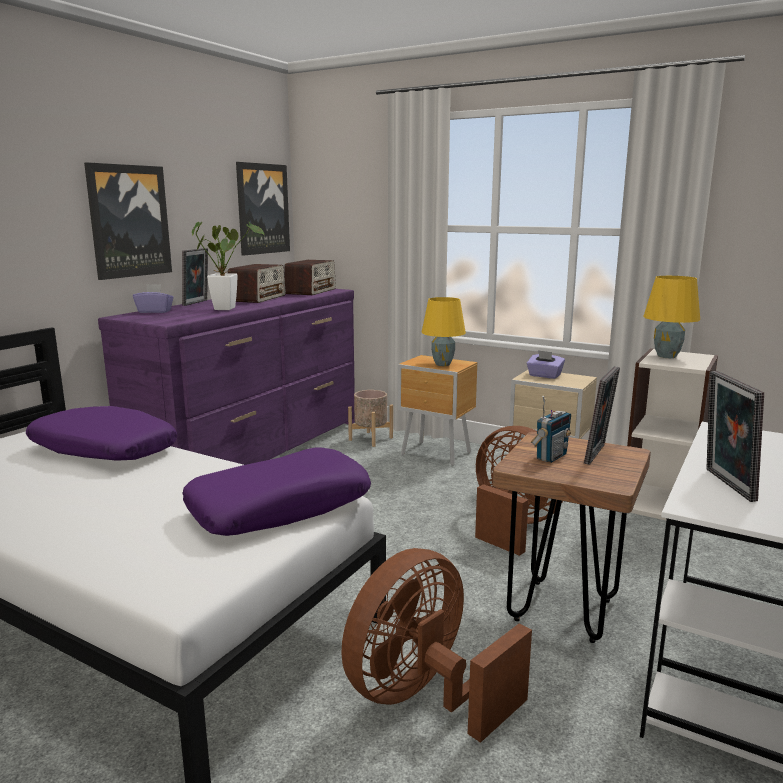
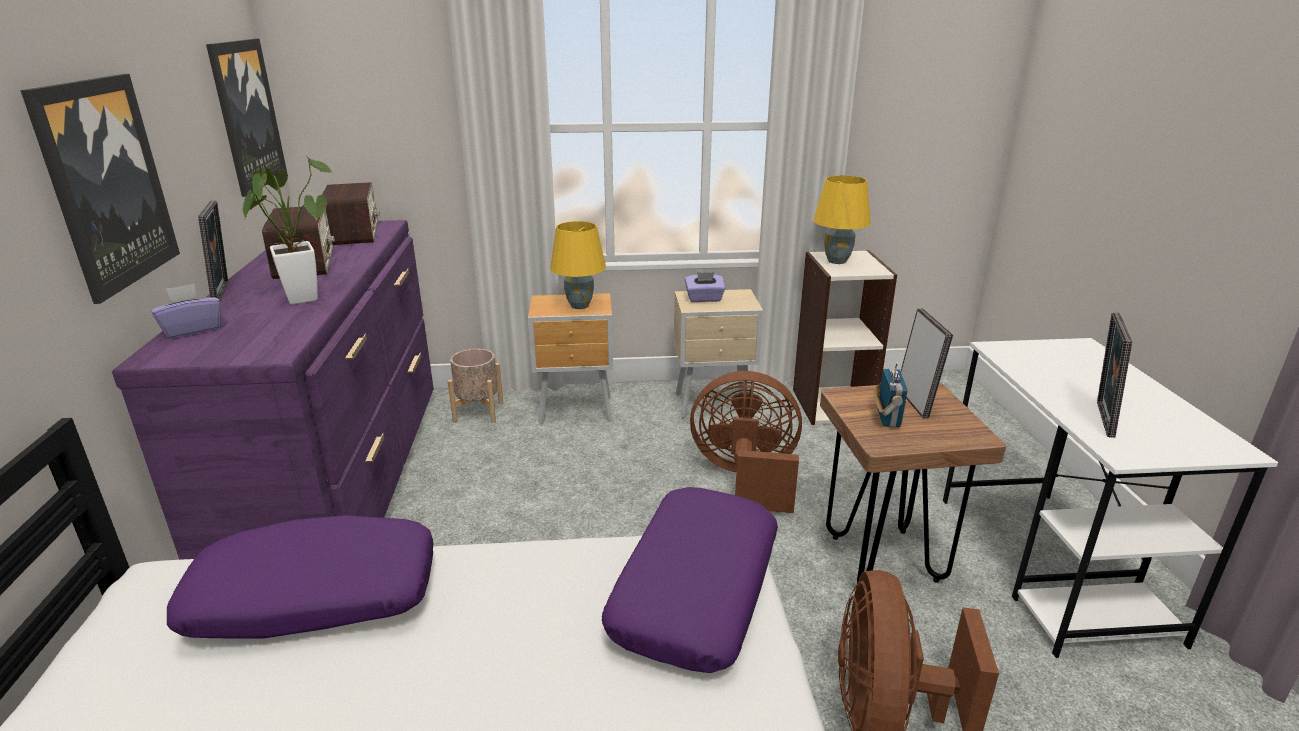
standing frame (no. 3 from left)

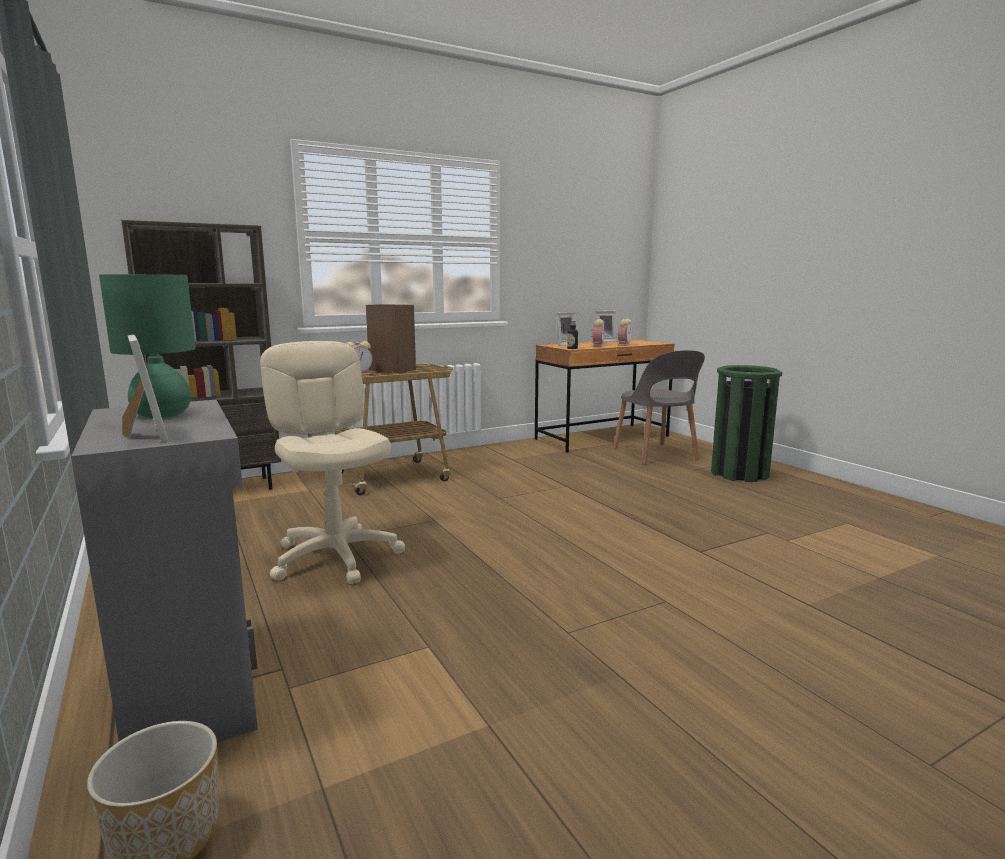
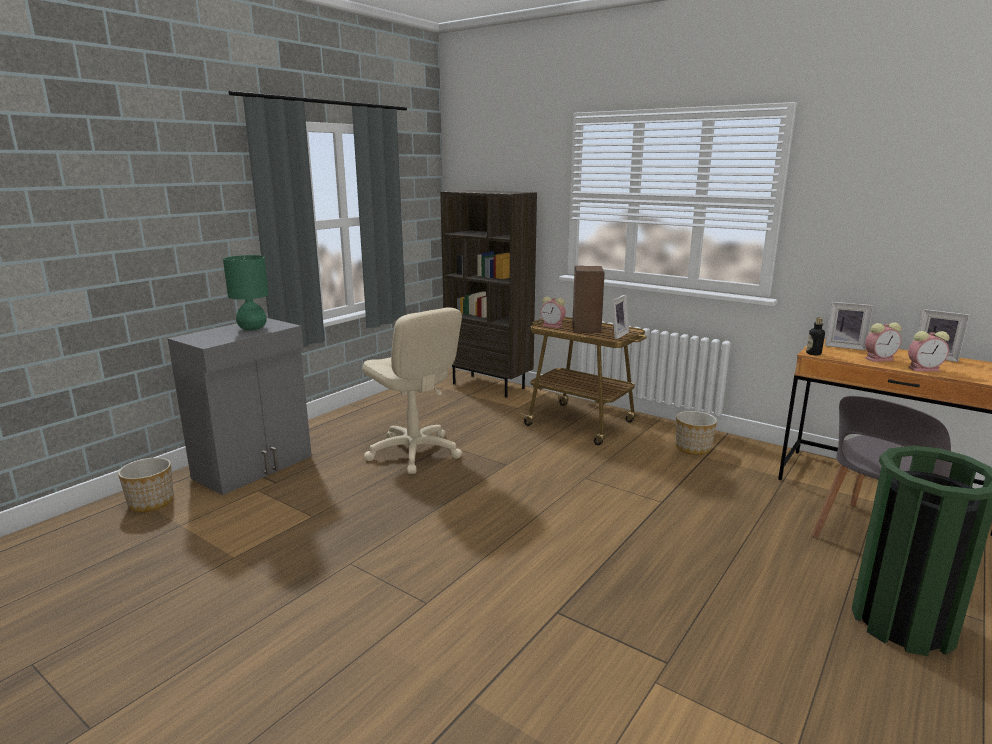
standing frame (no. 1 from left)
beige-coloured desk chair
flower pot (no. 2 from left)

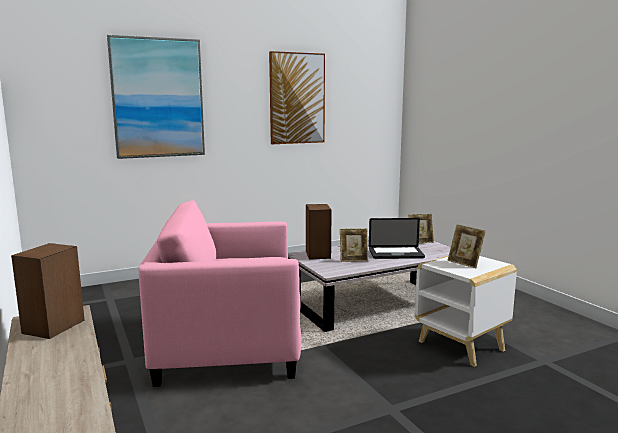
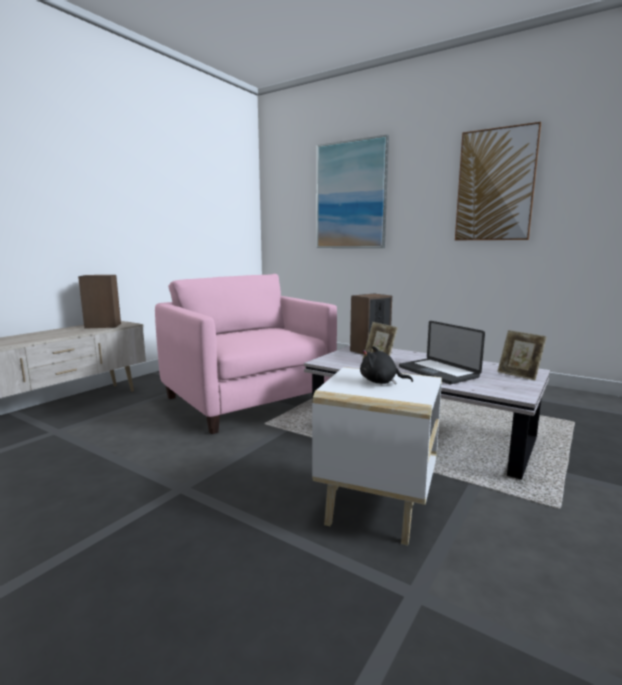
black-coloured plush toy

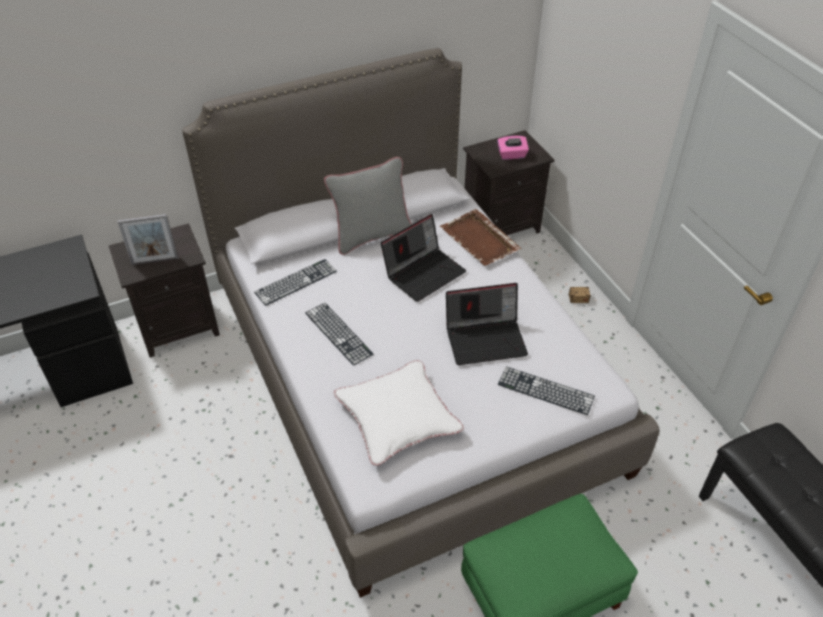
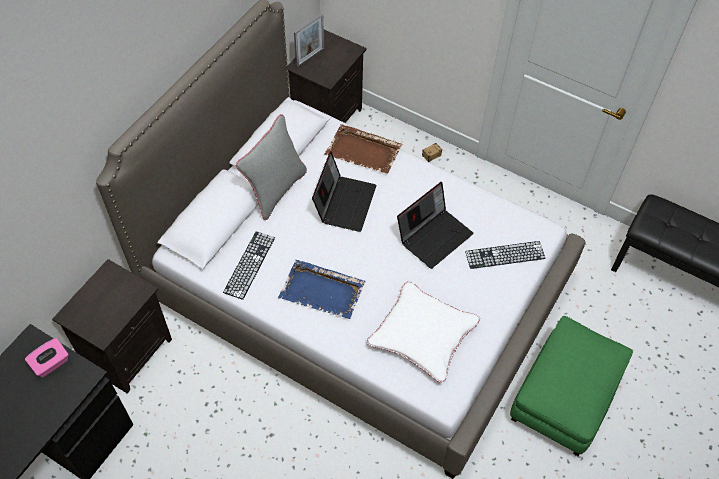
standing frame
blue tray
pink-coloured tissue box

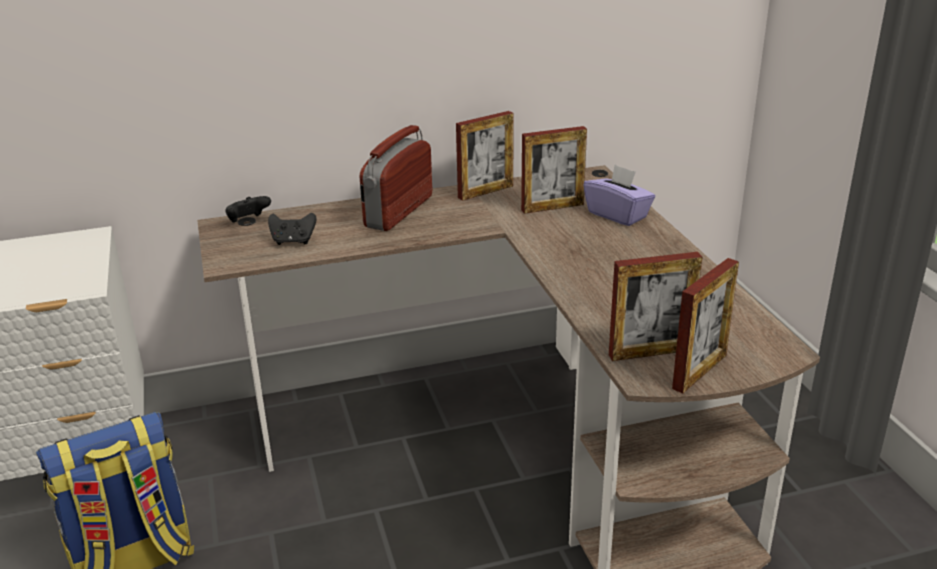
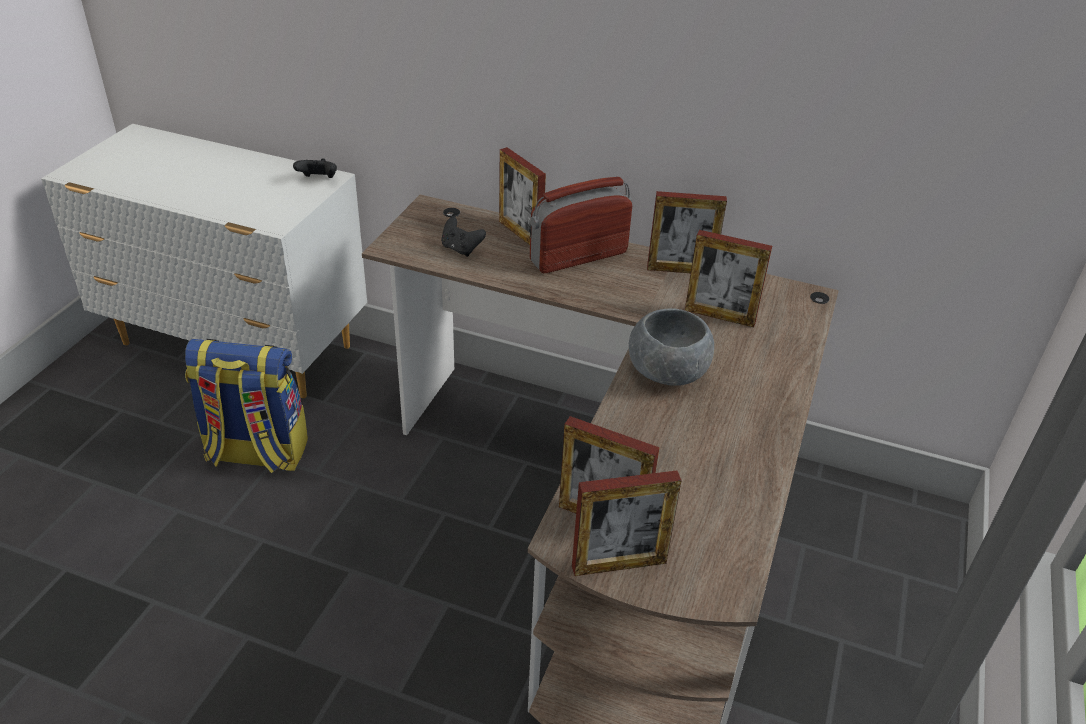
black-coloured joypad (no. 1 from left)
purple-coloured tissue box
standing frame (no. 1 from left)
gray serving bowl

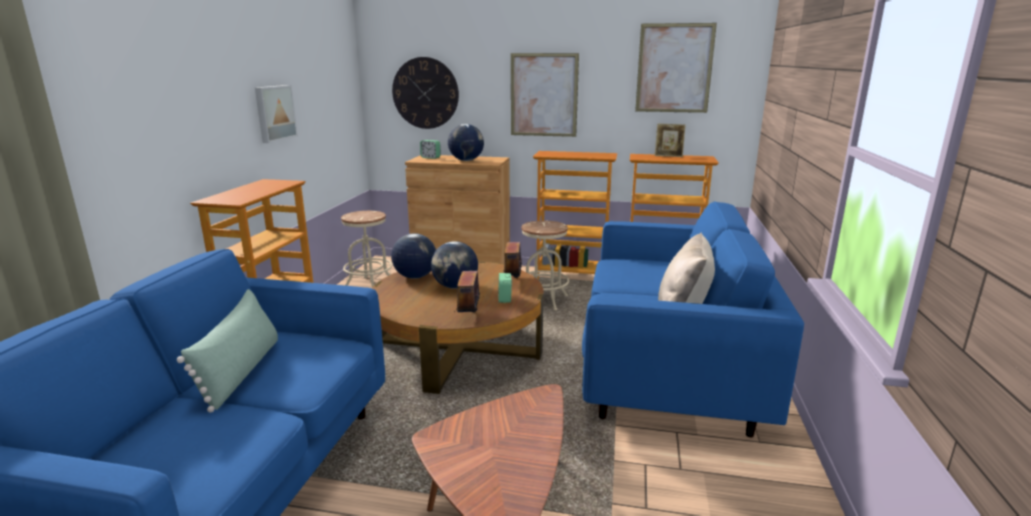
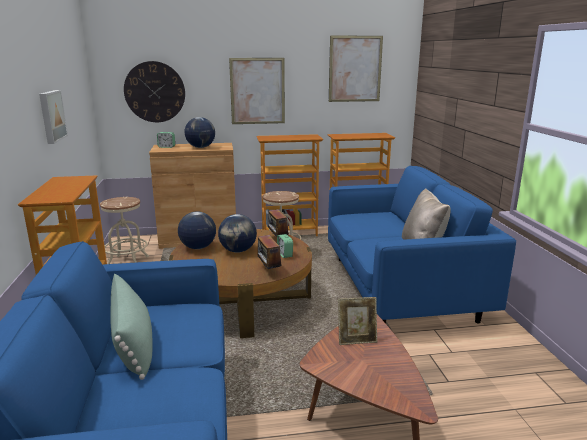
standing frame

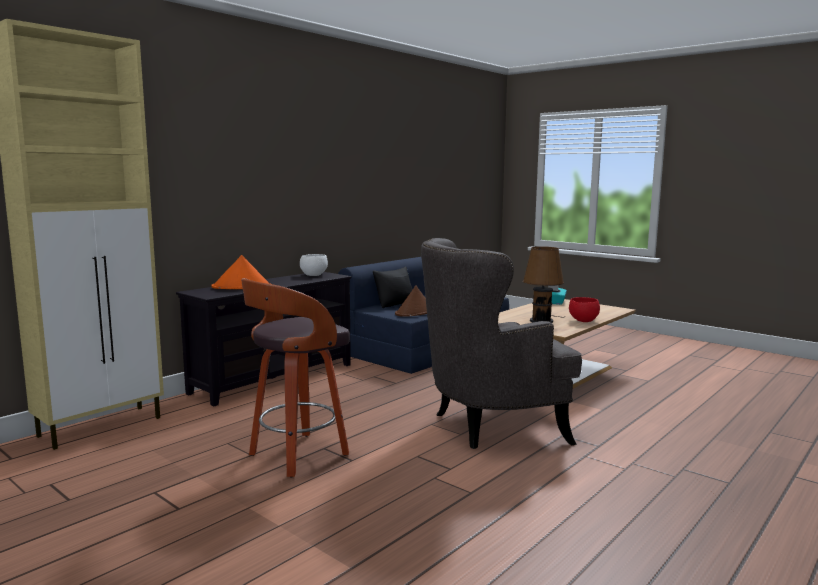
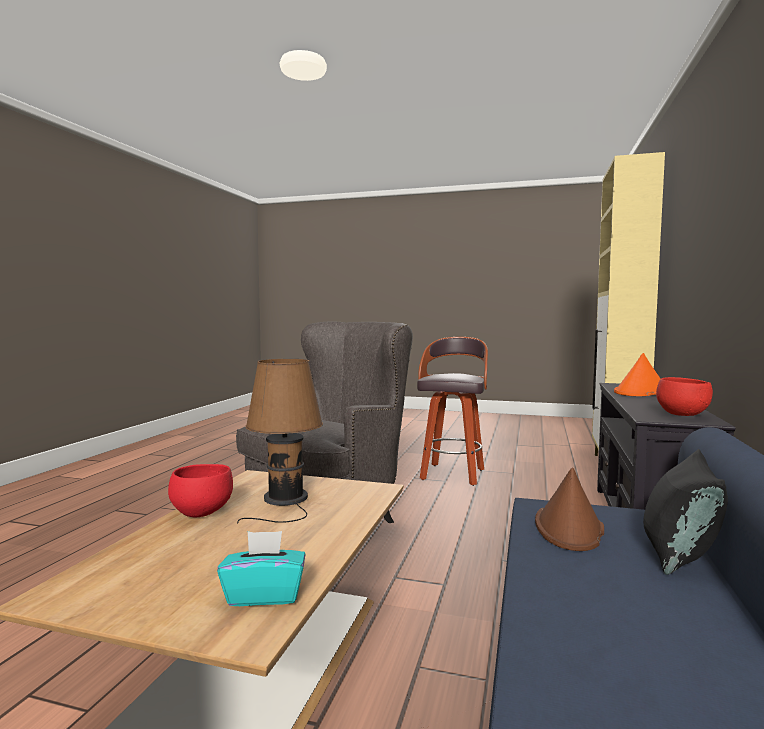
red-coloured serving bowl (no. 2 from left)

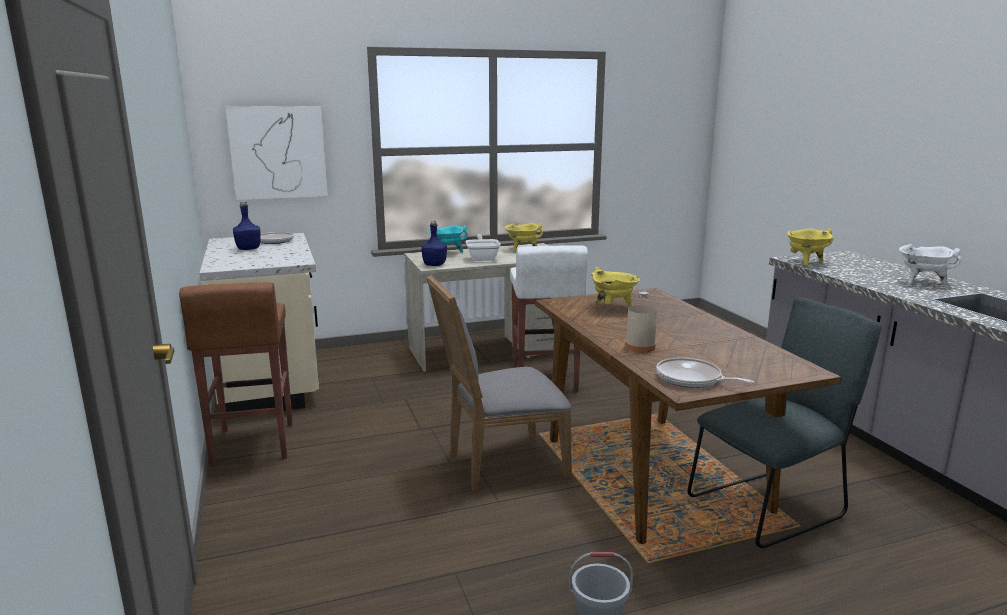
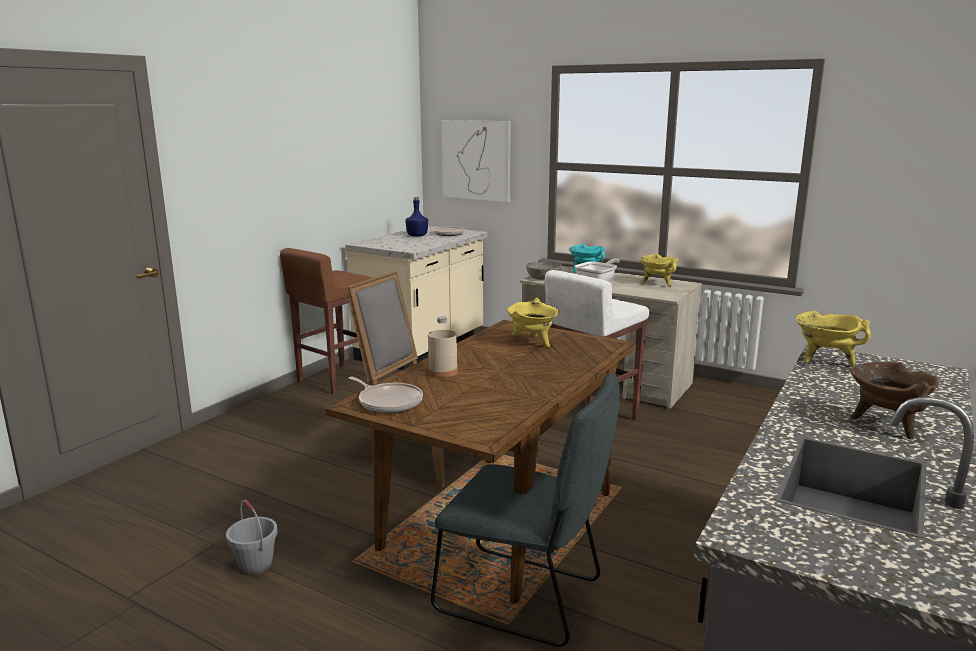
gray serving bowl
pan (no. 1 from left)
brown-coloured saucepot

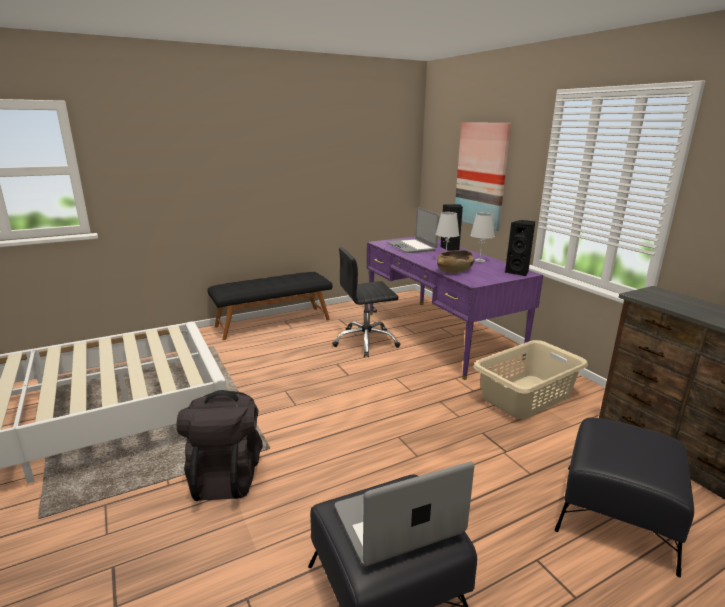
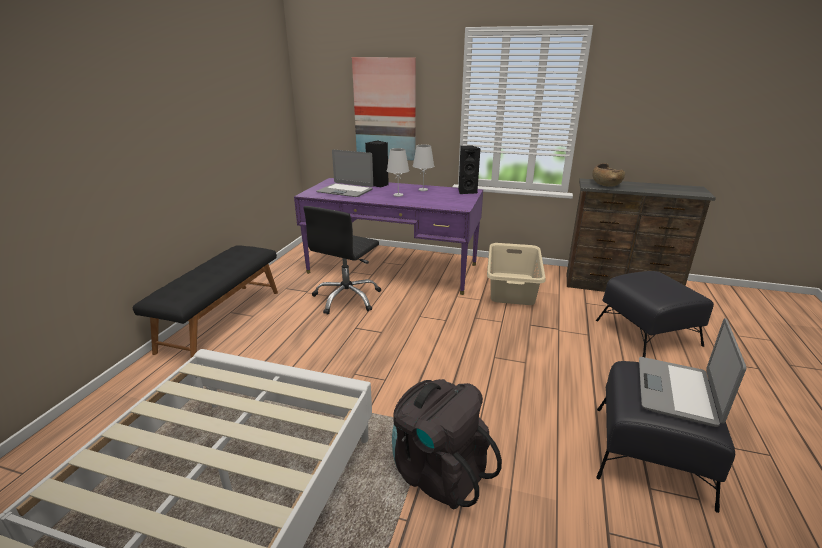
brown-coloured serving bowl

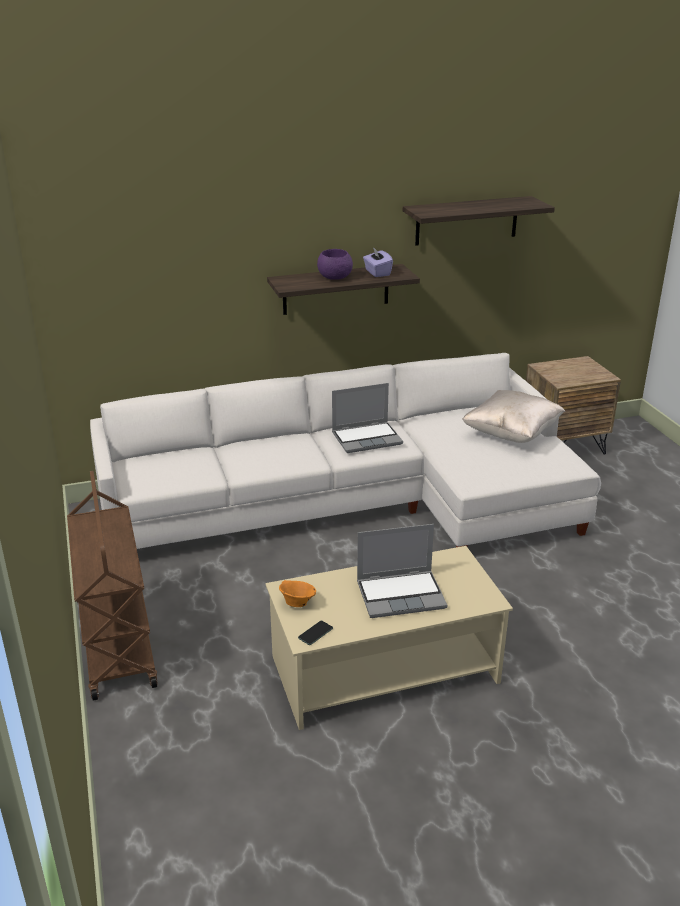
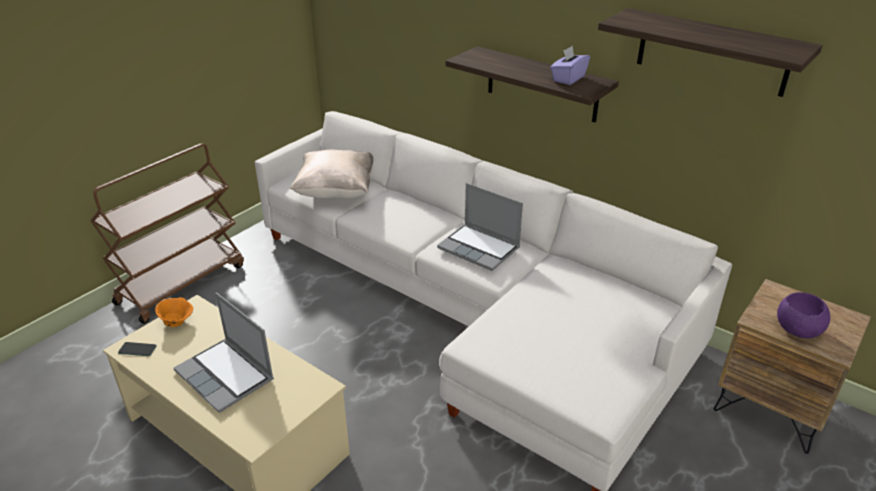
purple-coloured serving bowl
beige-coloured cushion

